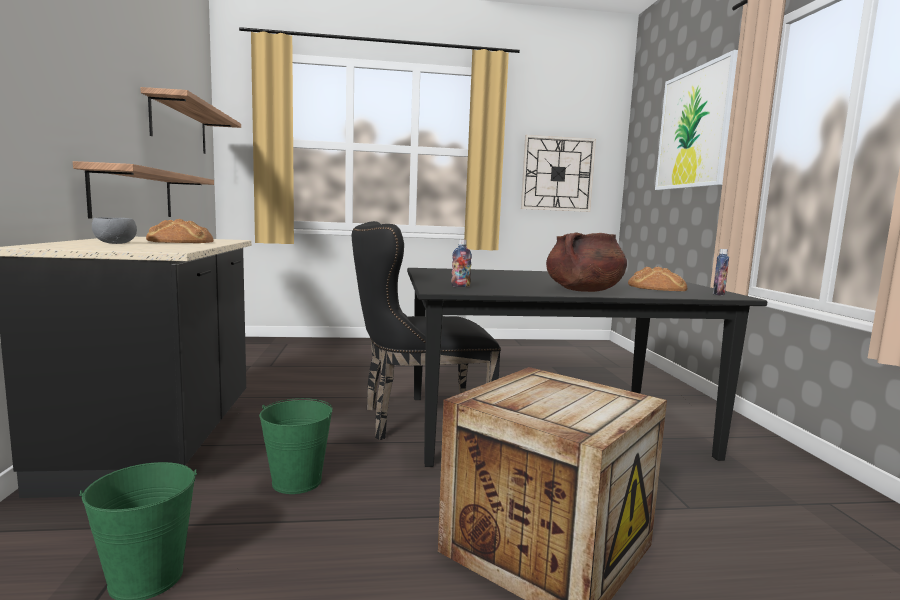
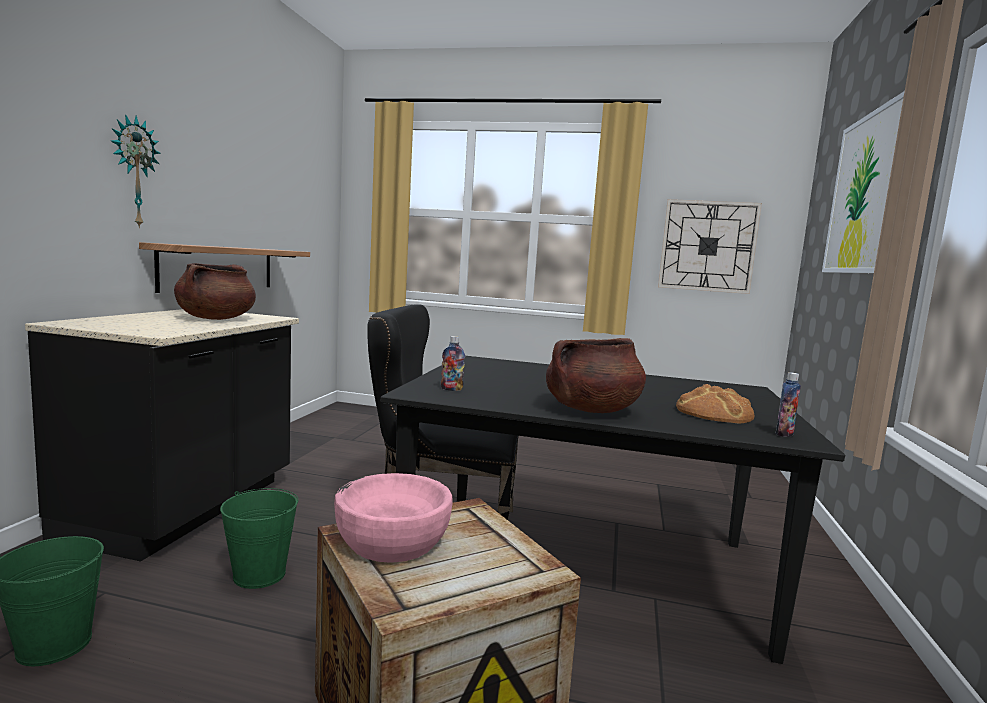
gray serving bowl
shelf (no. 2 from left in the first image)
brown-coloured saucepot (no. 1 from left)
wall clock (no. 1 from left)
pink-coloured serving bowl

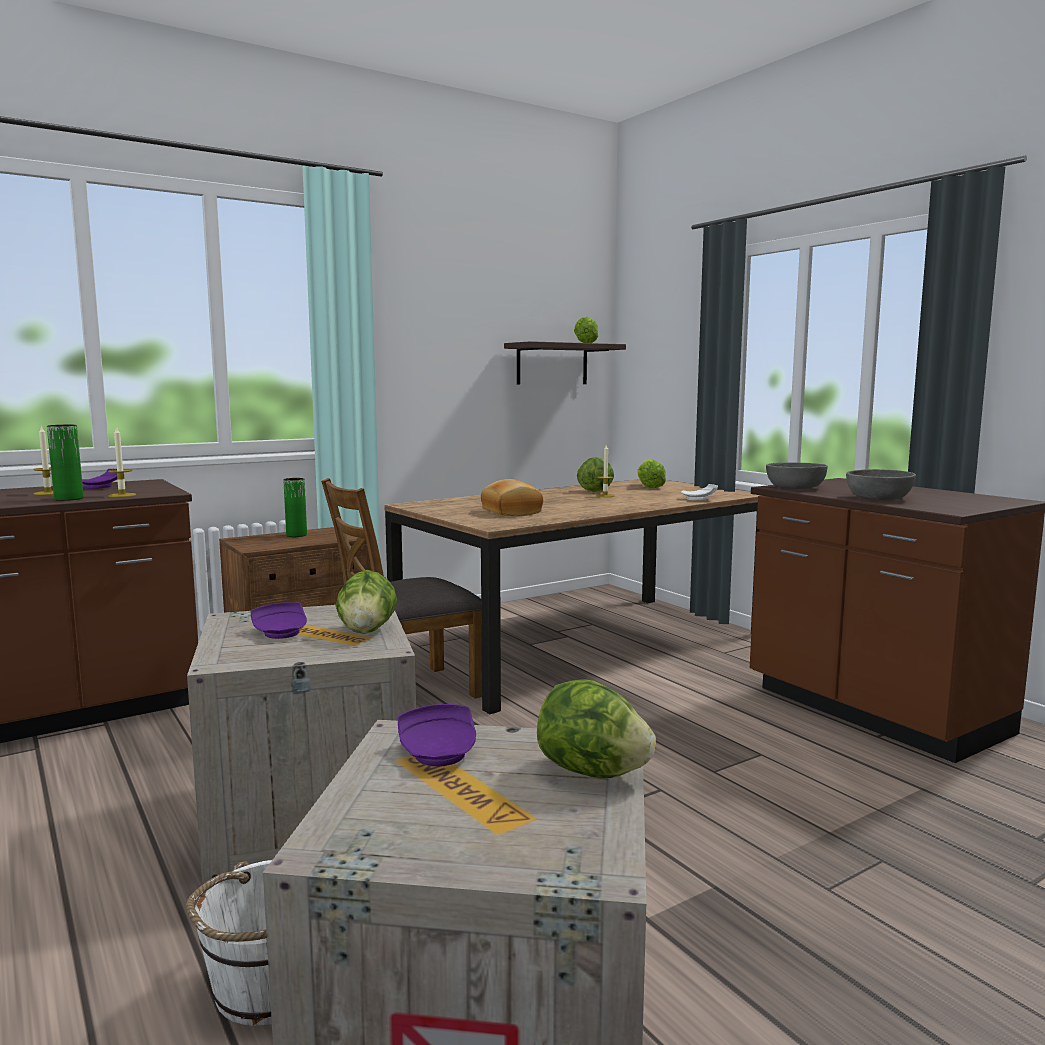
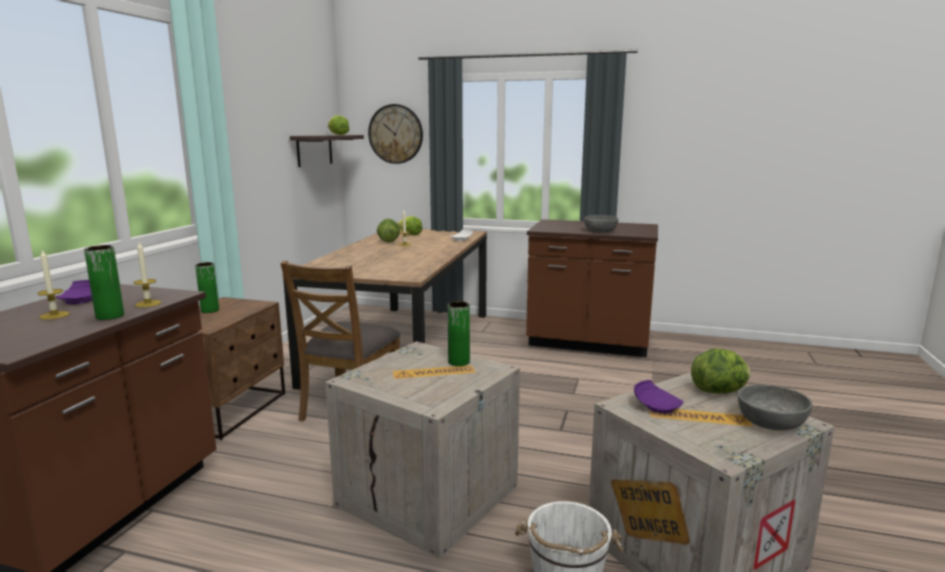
purple-coloured flat dish (no. 2 from left in the first image)
green-coloured decorative vase (no. 3 from left)
bakery bread
gray serving bowl (no. 2 from left)
wall clock

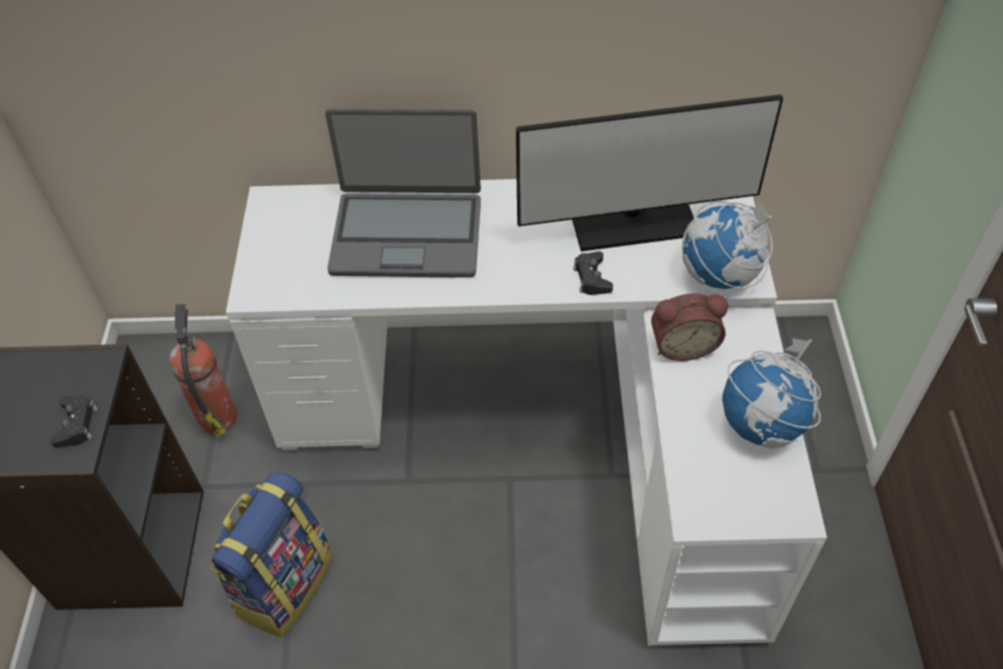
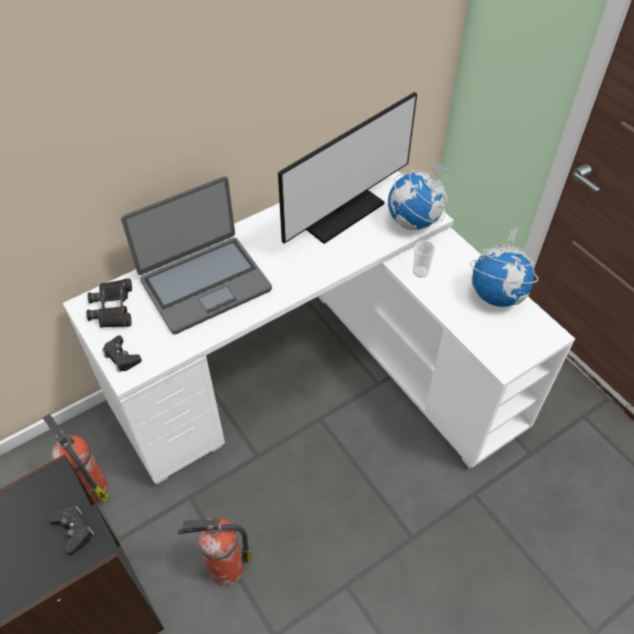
fire-fighting cylinder (no. 2 from left)
black-coloured joypad (no. 2 from left)
cup
black-coloured field glasses

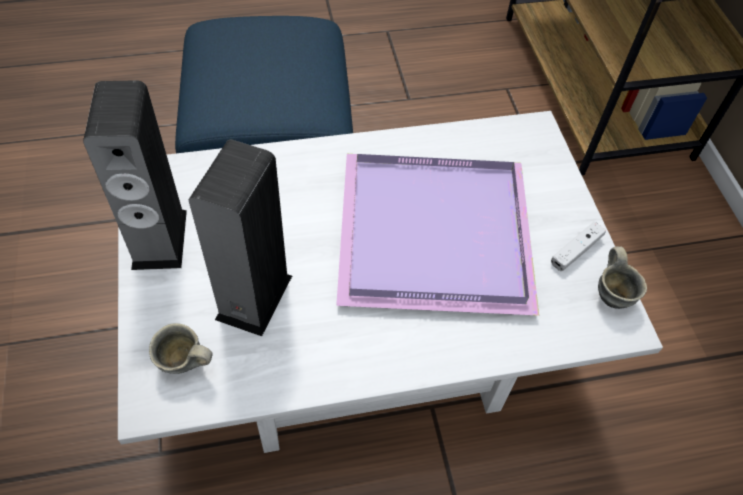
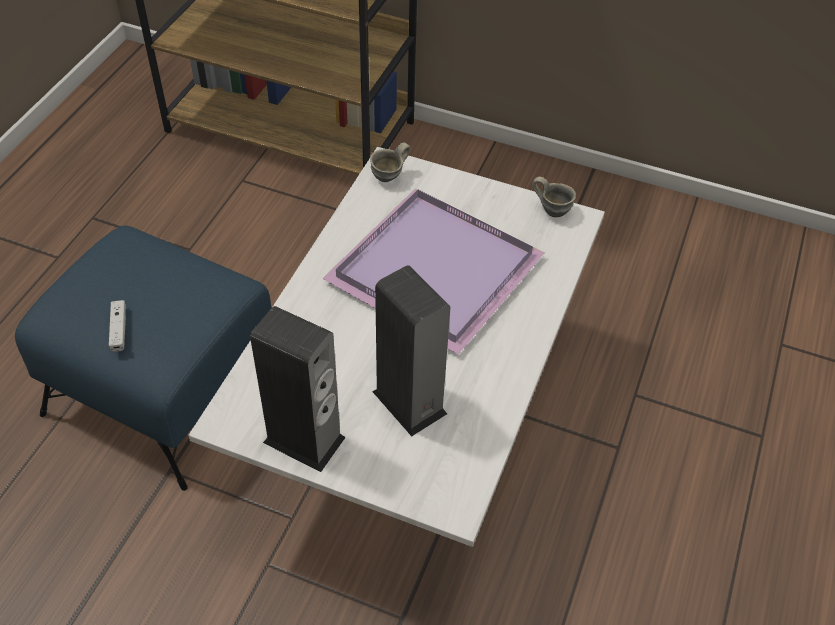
gray mug (no. 1 from left)
white joypad

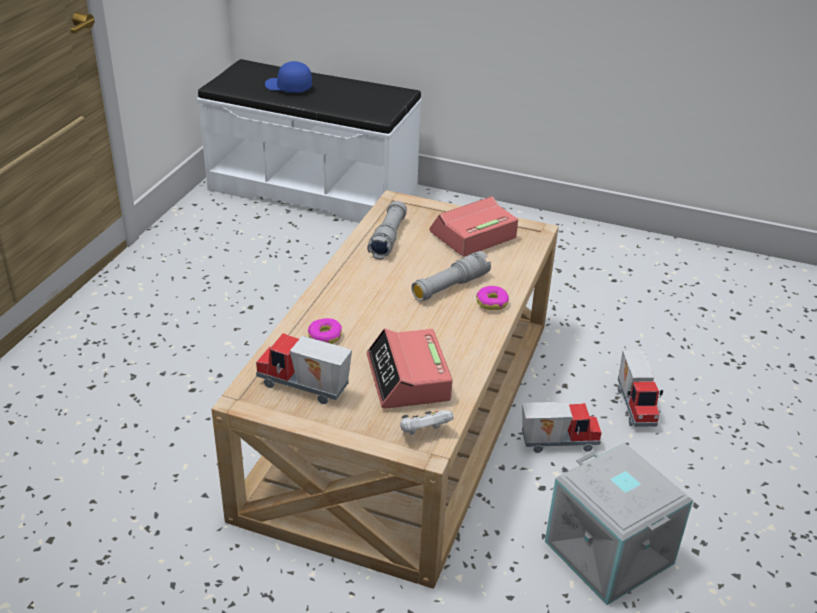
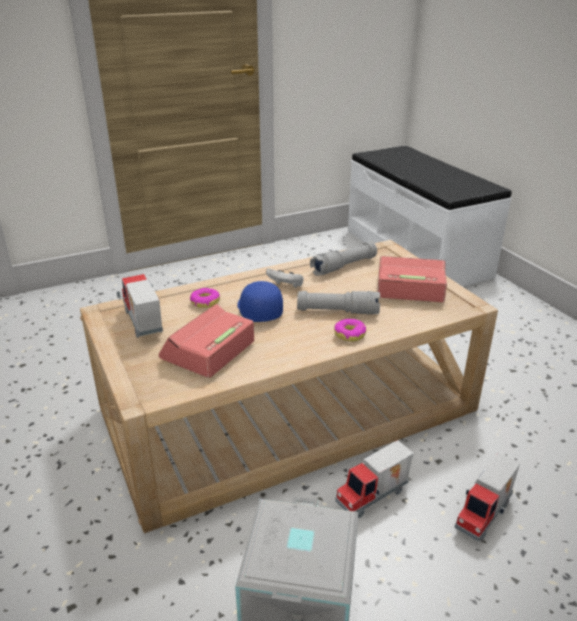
blue peaked cap
white joypad
toy truck (no. 2 from left)

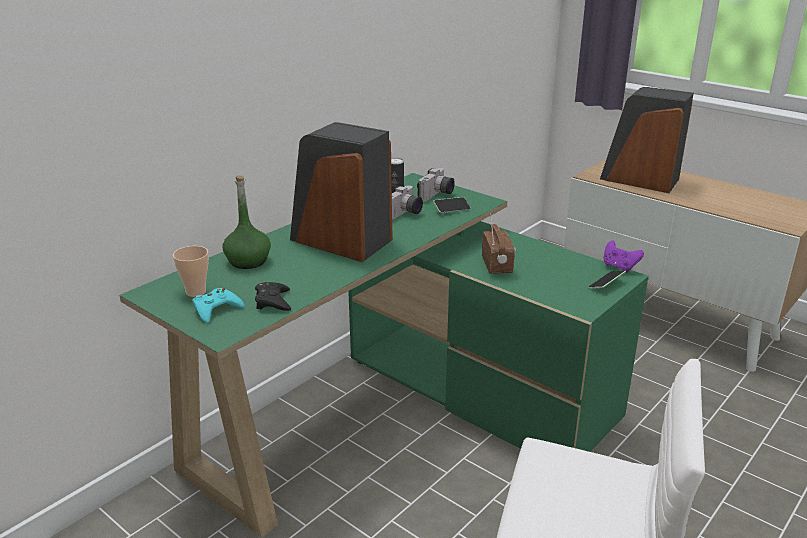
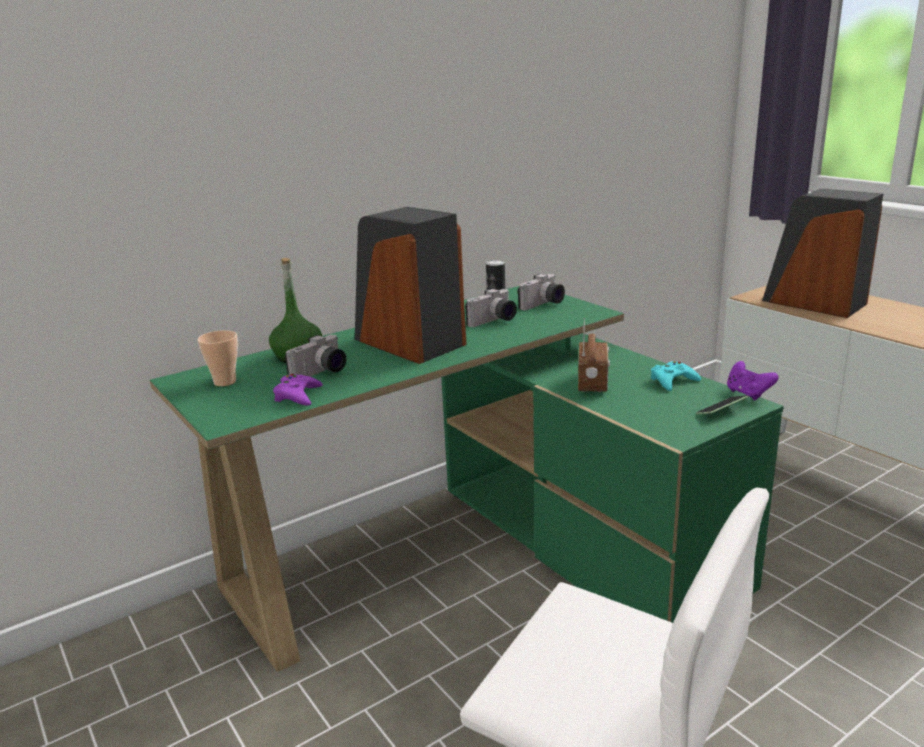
blue-green joypad
purple-coloured joypad (no. 1 from left)
phone (no. 1 from left in the first image)
photo camera (no. 1 from left)

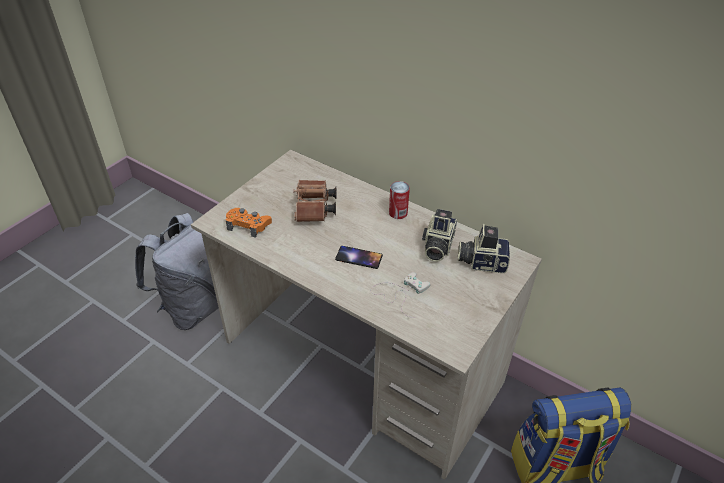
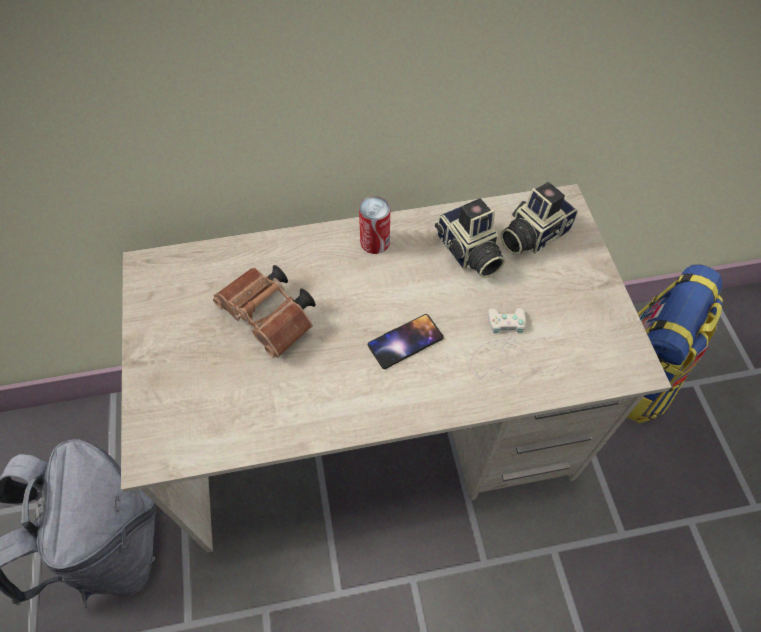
orange-coloured joypad

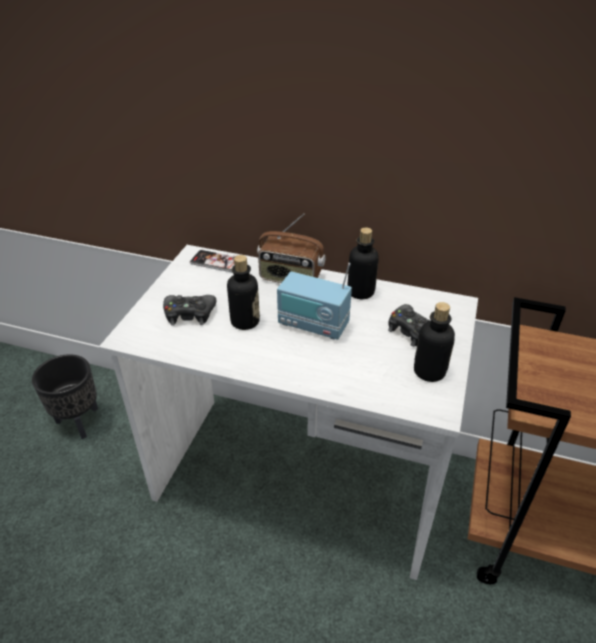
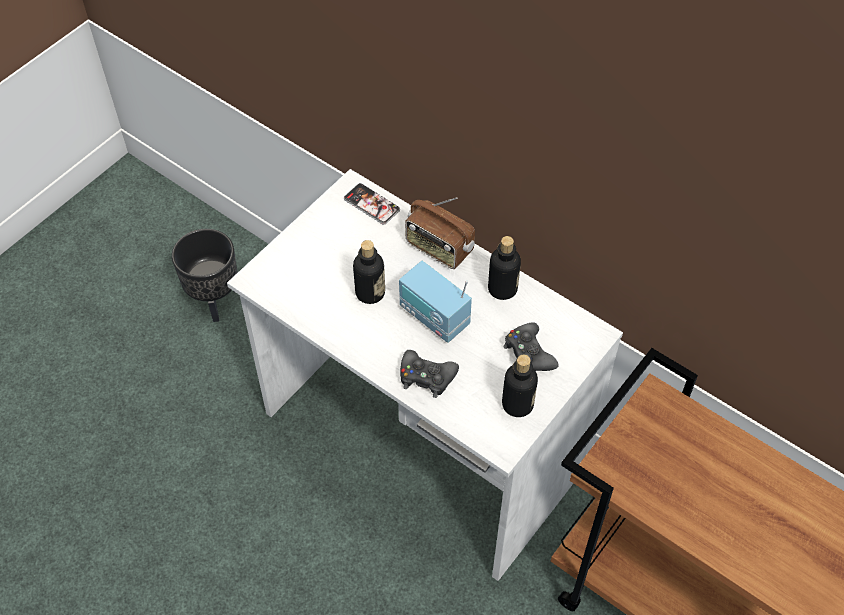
black-coloured joypad (no. 1 from left)

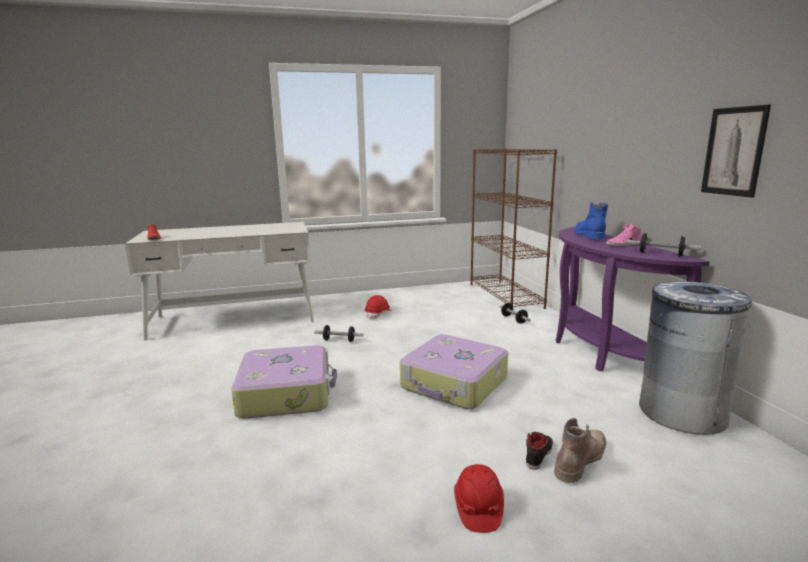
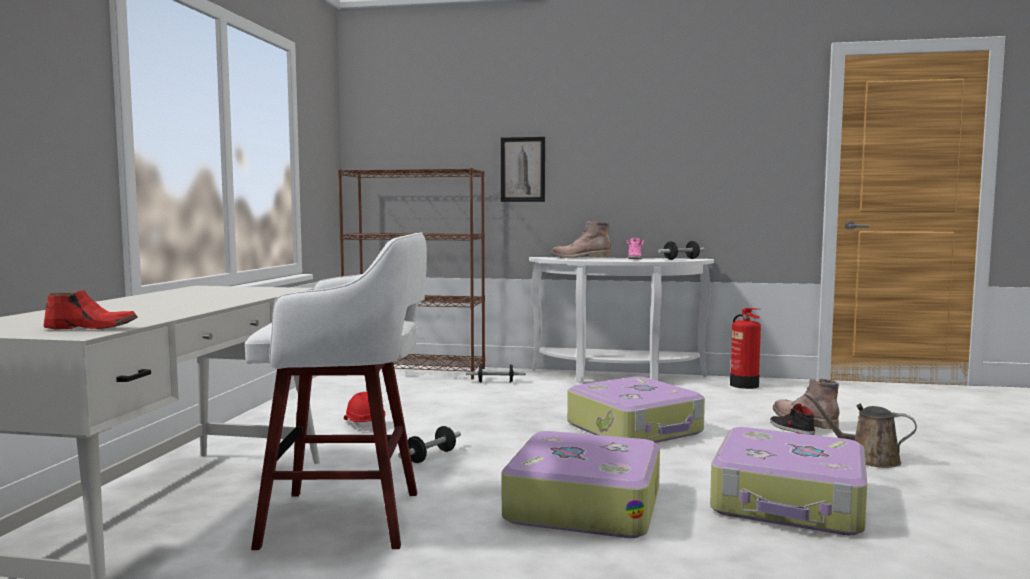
brown-coloured watering can
white console table
brown-coloured tall boot (no. 1 from left)
fire-fighting cylinder
wall picture
white sitting stool
piece of luggage (no. 3 from left)

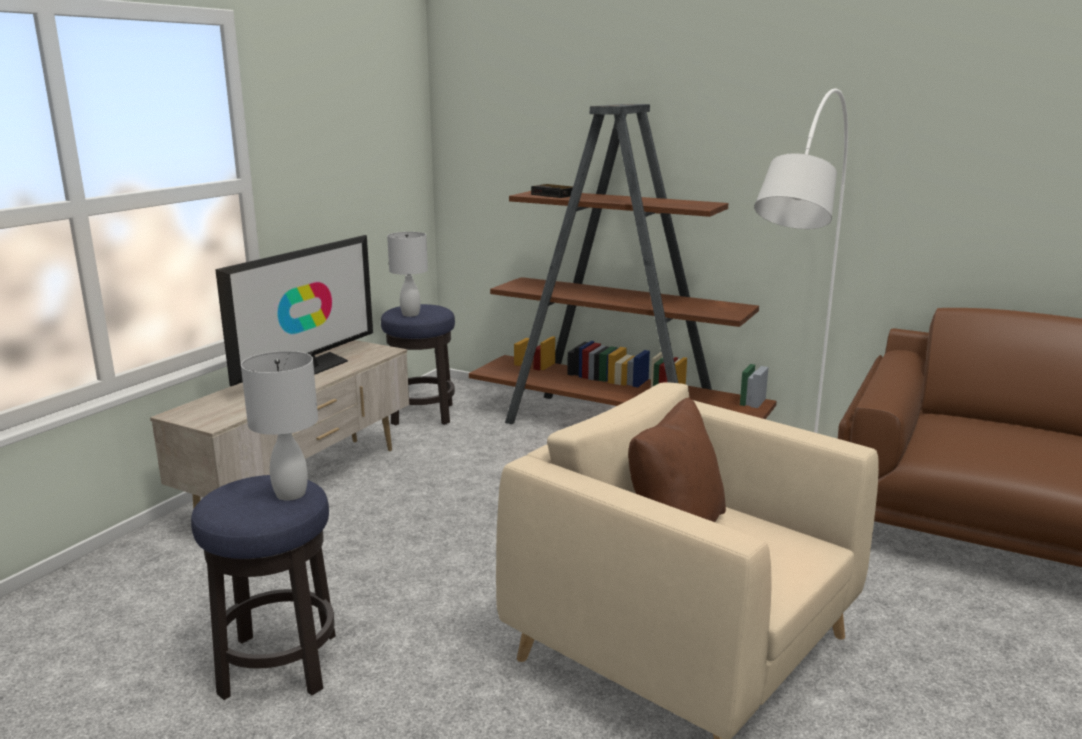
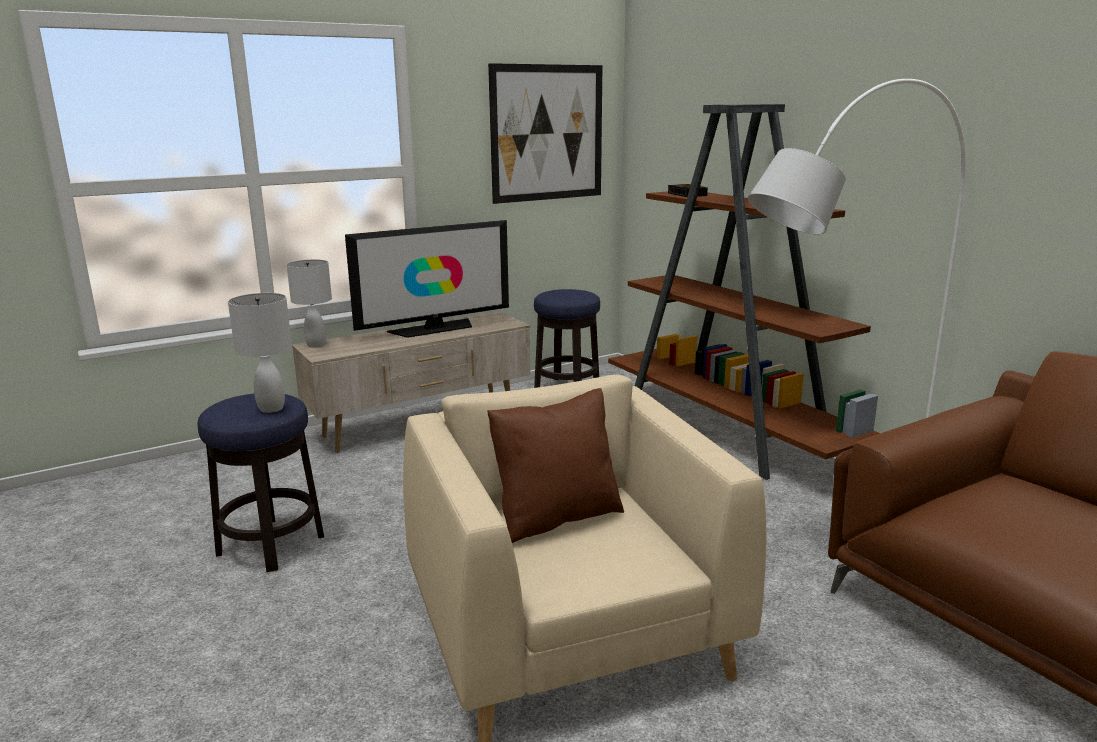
white tabletop lamp (no. 2 from left)
wall picture

